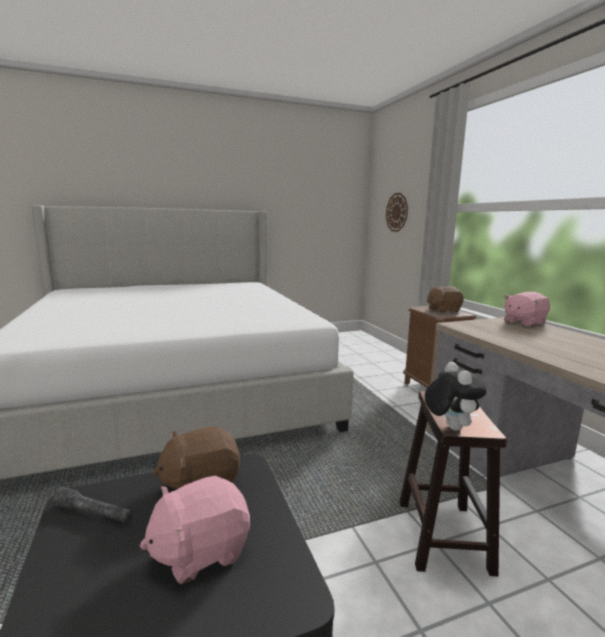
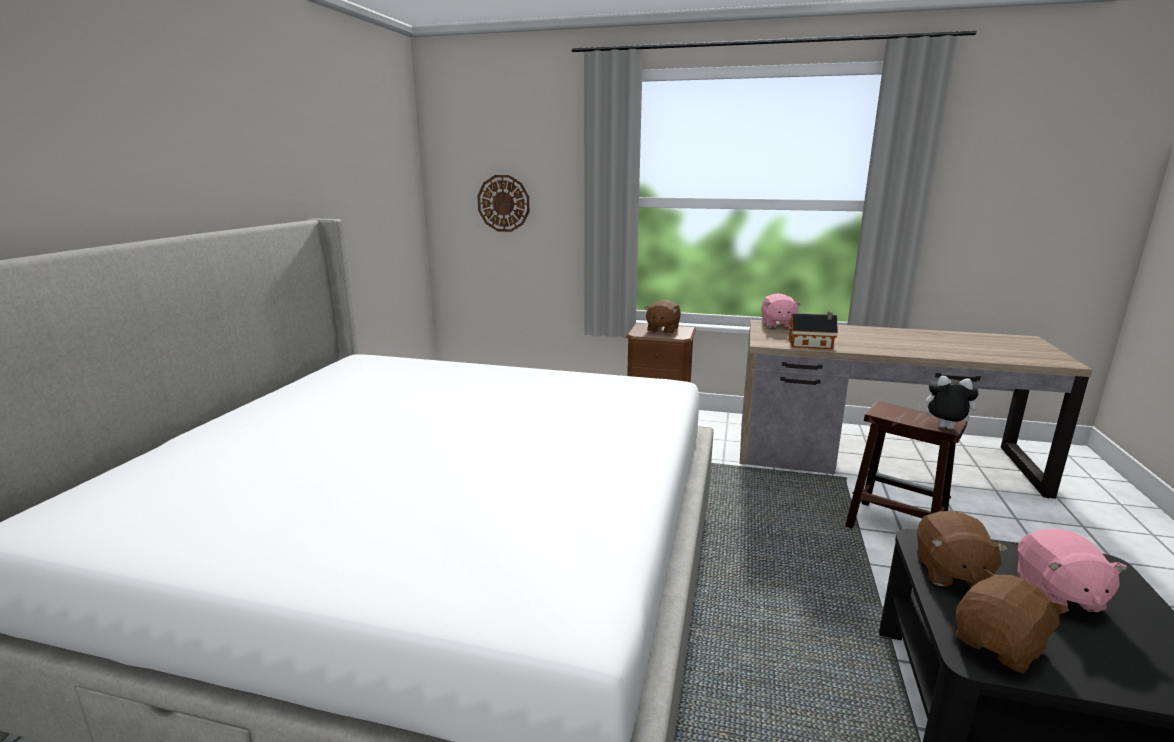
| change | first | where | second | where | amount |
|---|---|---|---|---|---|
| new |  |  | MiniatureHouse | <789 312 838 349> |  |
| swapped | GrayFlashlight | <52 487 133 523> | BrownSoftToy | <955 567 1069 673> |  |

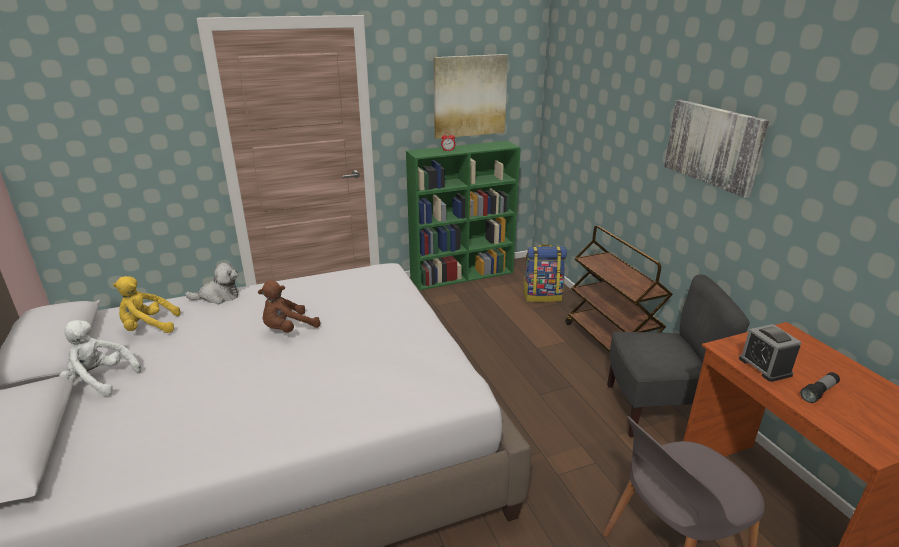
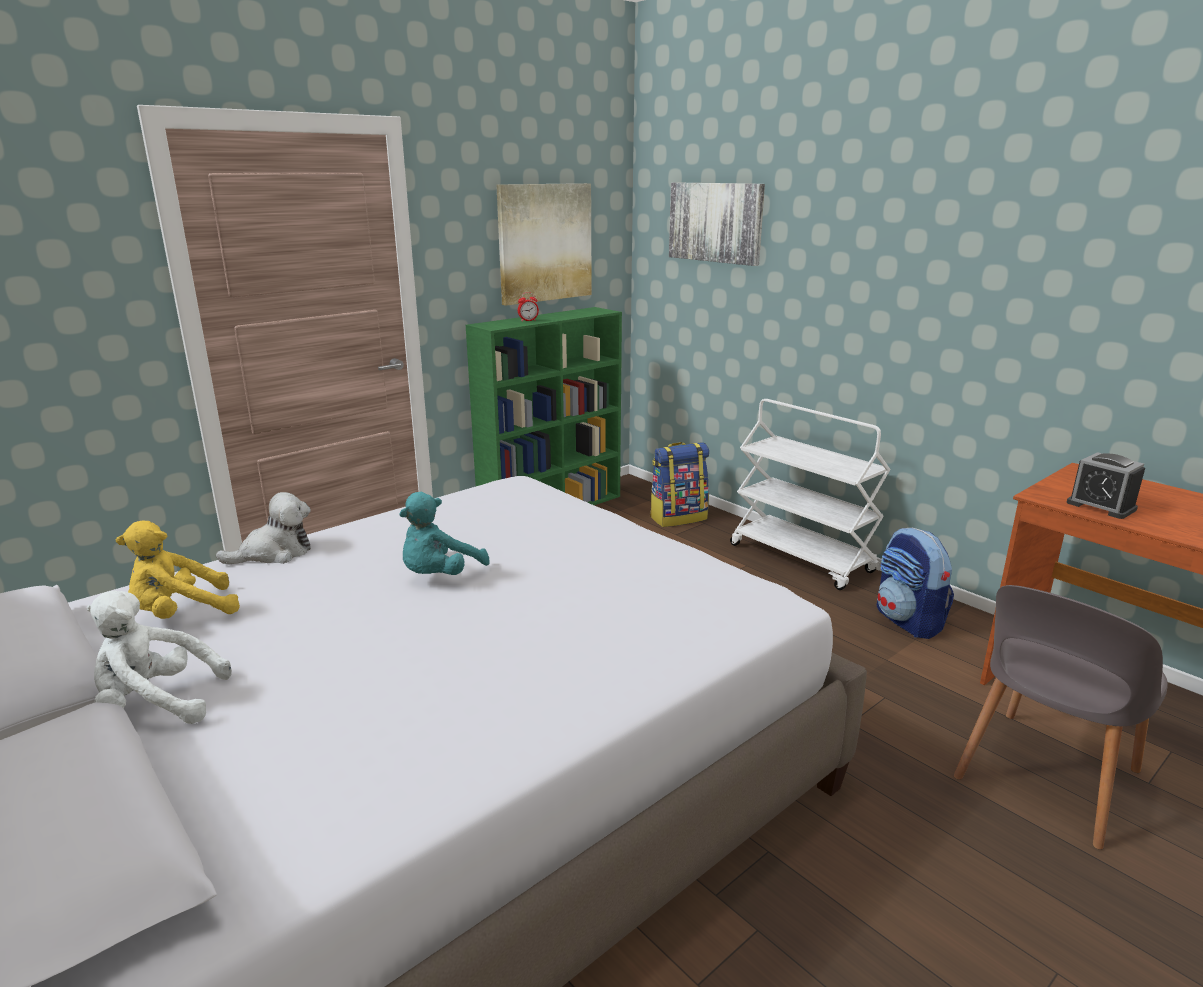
| change | first | where | second | where | amount |
|---|---|---|---|---|---|
| repainted | BrownSoftToy | <258 280 320 333> | TurquoiseColouredSoftToy | <399 492 490 575> |  |
| shifted | WallPicture | <664 100 769 198> |  | <669 182 765 266> |  |
| repainted | BrownCart | <566 226 673 353> | WhitishCart | <730 399 891 590> |  |
| swapped | GrayUprightChair | <607 275 750 438> | Knapsack | <877 528 954 639> |  |
| gone | Flashlight | <800 372 840 403> |  |  |  |

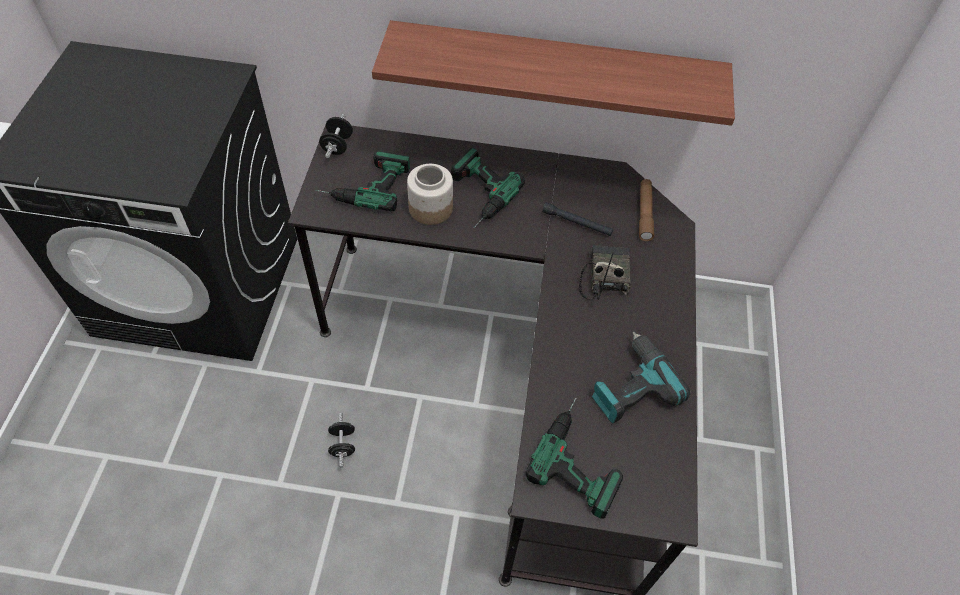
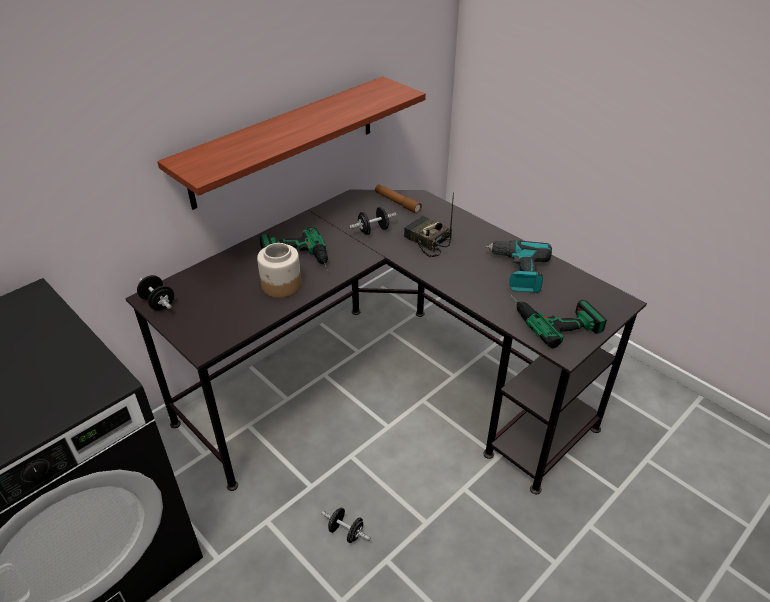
| change | first | where | second | where | amount |
|---|---|---|---|---|---|
| swapped | BlackishFlashlight | <542 202 613 236> | BlackishHandWeight | <349 207 397 235> |  |
| gone | Drill | <315 150 410 211> |  |  |  |

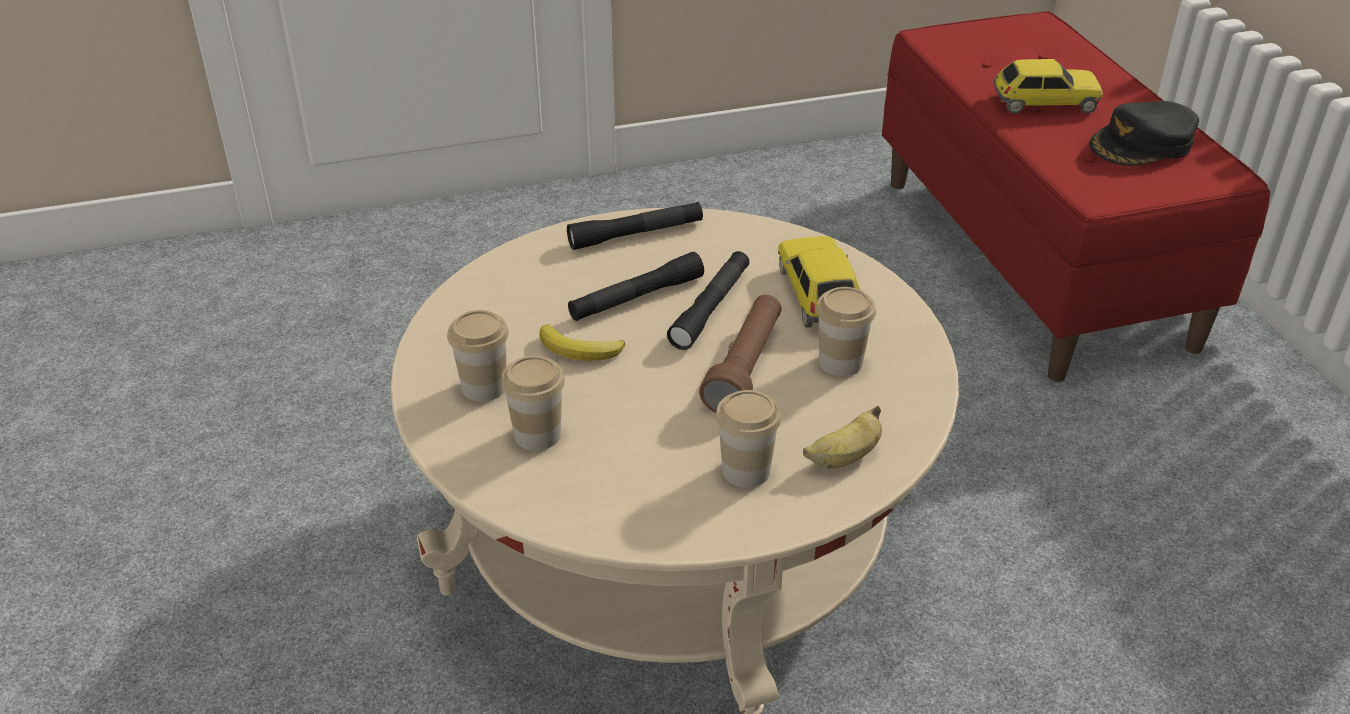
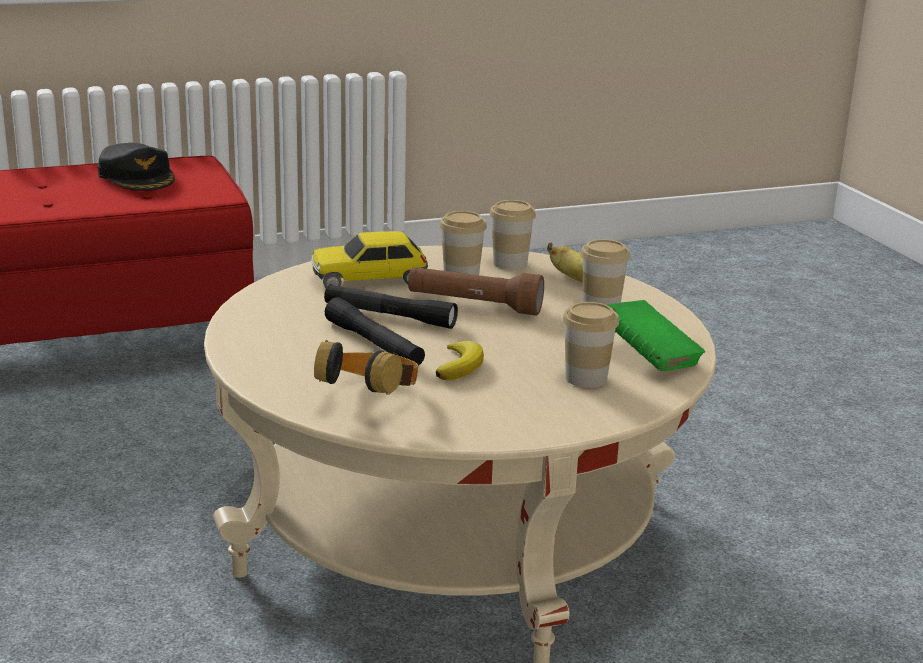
| change | first | where | second | where | amount |
|---|---|---|---|---|---|
| new |  |  | PairOfHeadphones | <314 340 418 395> |  |
| shifted | DrinkingCup | <447 310 509 402> |  | <490 200 536 270> |  |
| new |  |  | GreenishBoundBook | <606 300 705 371> |  |
| gone | BlackishFlashlight | <567 202 703 250> |  |  |  |
| gone | ModelCar | <994 59 1103 114> |  |  |  |

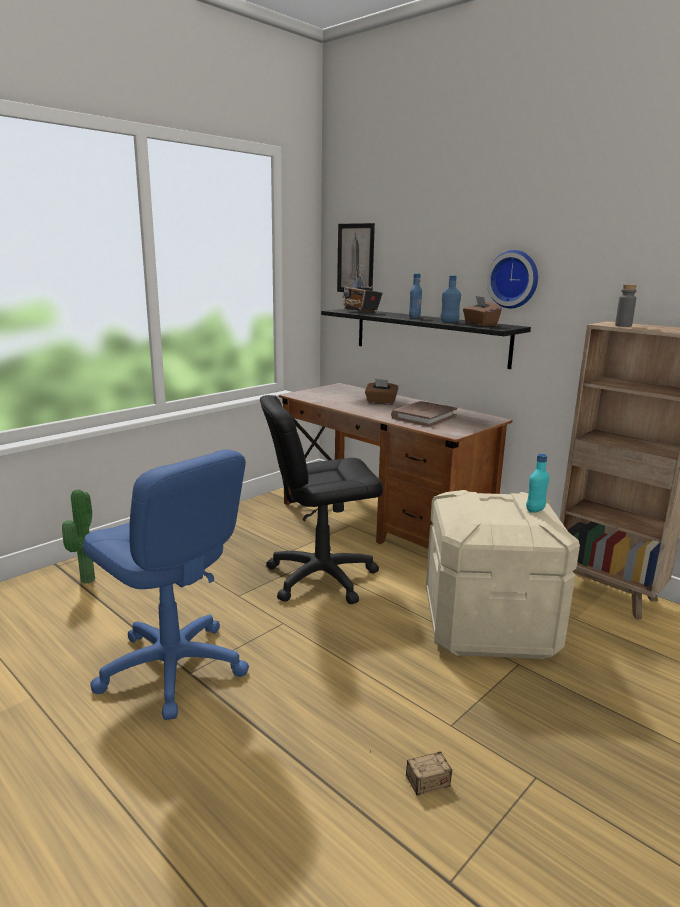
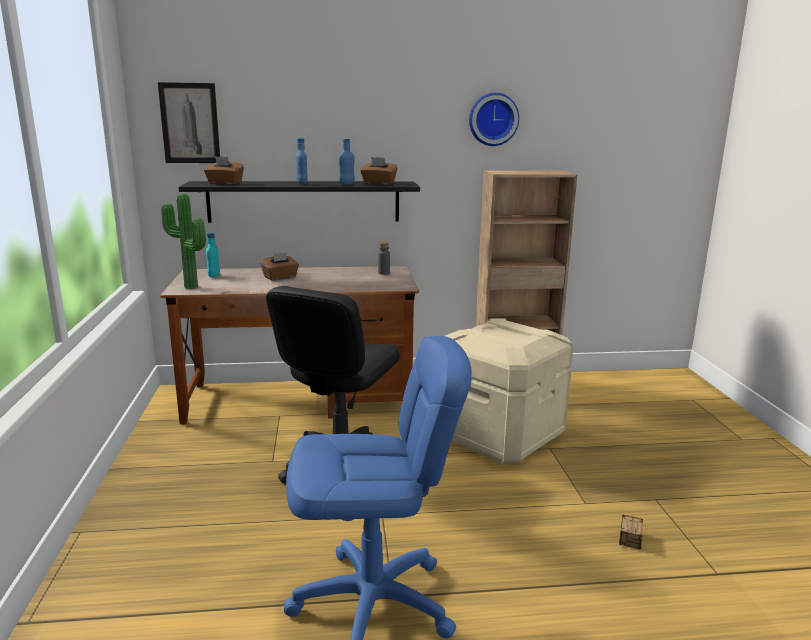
| change | first | where | second | where | amount |
|---|---|---|---|---|---|
| shifted | PottedPlant | <62 490 95 584> |  | <161 193 206 289> |  |
| swapped | Radio | <343 262 383 313> | BrownTissueHolder | <204 156 244 185> |  |
| shifted | TurquoiseColouredBeverageBottle | <526 454 549 513> |  | <206 232 220 278> |  |
| shifted | GrayBeverageBottle | <615 284 637 327> |  | <378 242 390 275> |  |
| shifted | WallClock | <487 250 538 308> |  | <469 93 519 146> |  |
| gone | BrownBoundBook | <391 401 457 427> |  |  |  |

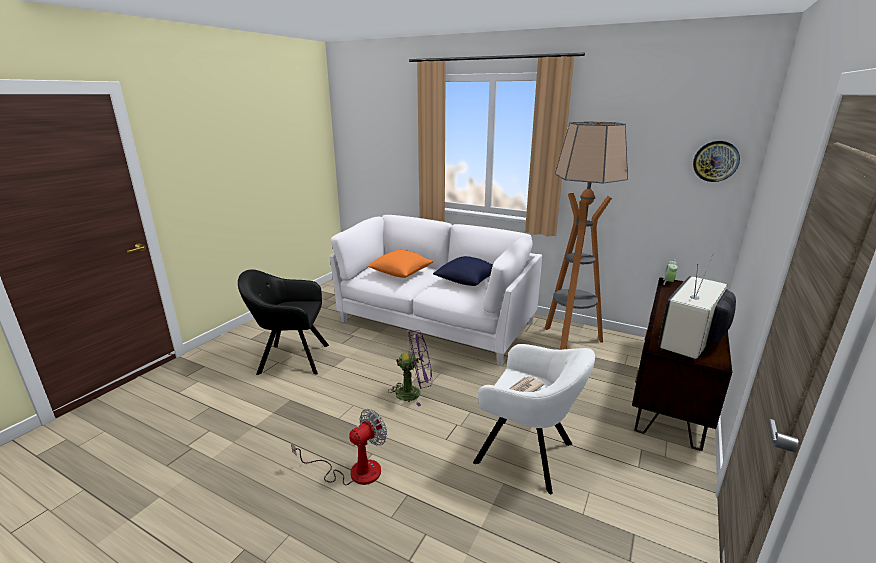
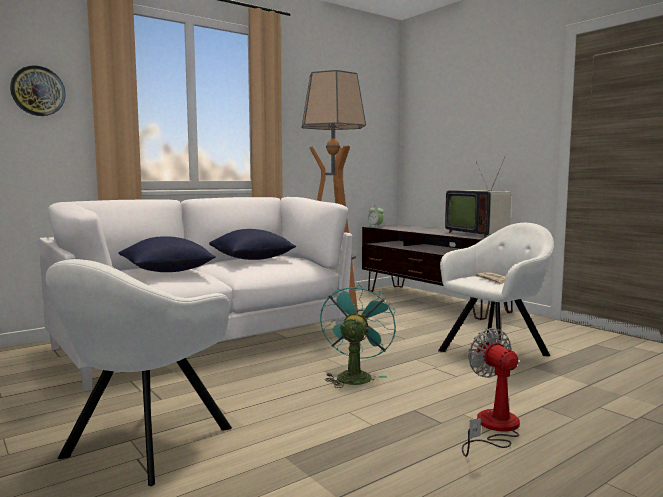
| change | first | where | second | where | amount |
|---|---|---|---|---|---|
| shifted | WallClock | <693 141 740 182> |  | <10 65 66 116> |  |
| repainted | BlackishLoungeChair | <238 269 329 375> | WhitishLoungeChair | <46 259 232 486> |  |
| repainted | OrangeColouredThrowPillow | <367 250 433 278> | BlueThrowPillow | <118 236 216 272> |  |
| repainted | PurpleFan | <388 330 432 407> | TurquoiseColouredFan | <320 283 396 388> |  |

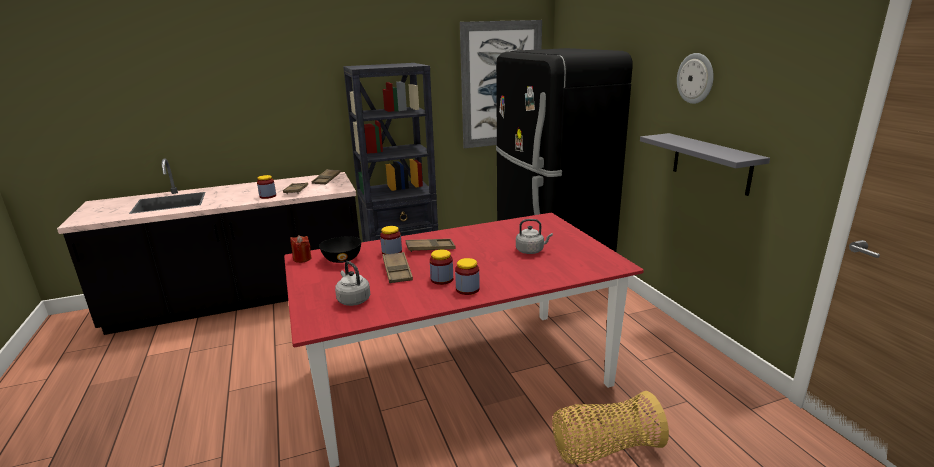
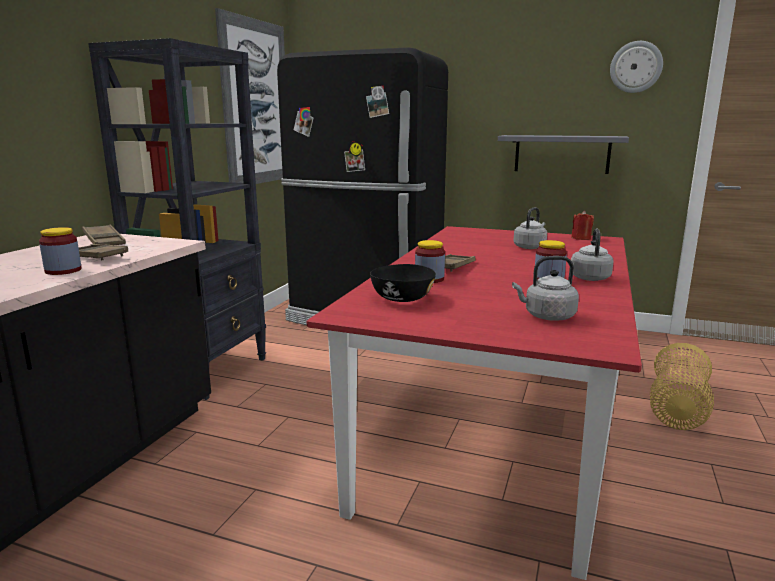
| change | first | where | second | where | amount |
|---|---|---|---|---|---|
| shifted | RedCandle | <290 235 312 263> |  | <571 211 594 240> |  |
| swapped | PreserveJar | <455 258 480 295> | GrayWaterKettle | <571 228 614 281> |  |
| shifted | WallClock | <677 53 714 104> |  | <610 41 663 93> |  |
| gone | BrownTray | <383 252 413 283> |  |  |  |

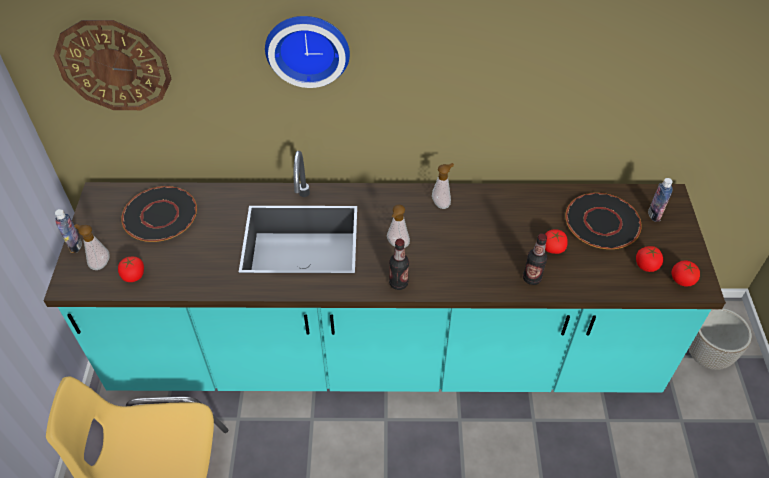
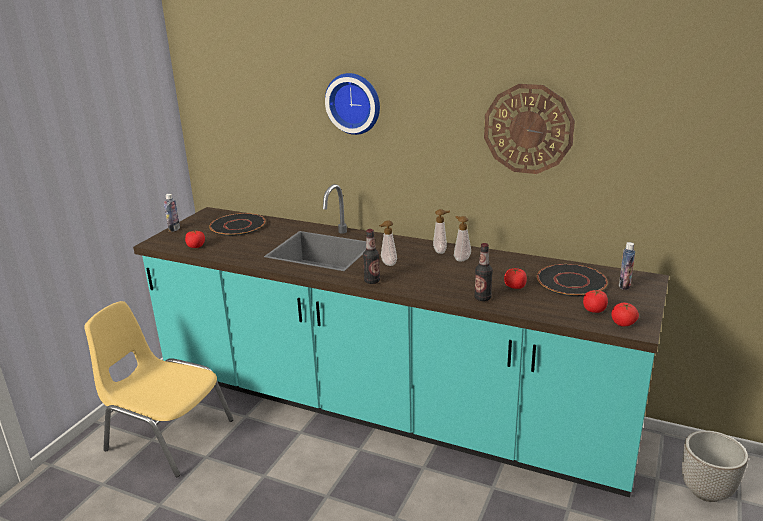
| change | first | where | second | where | amount |
|---|---|---|---|---|---|
| shifted | SoapBottle | <74 224 109 270> |  | <454 216 471 262> |  |
| shifted | WallClock | <54 20 171 110> |  | <484 84 575 174> |  |

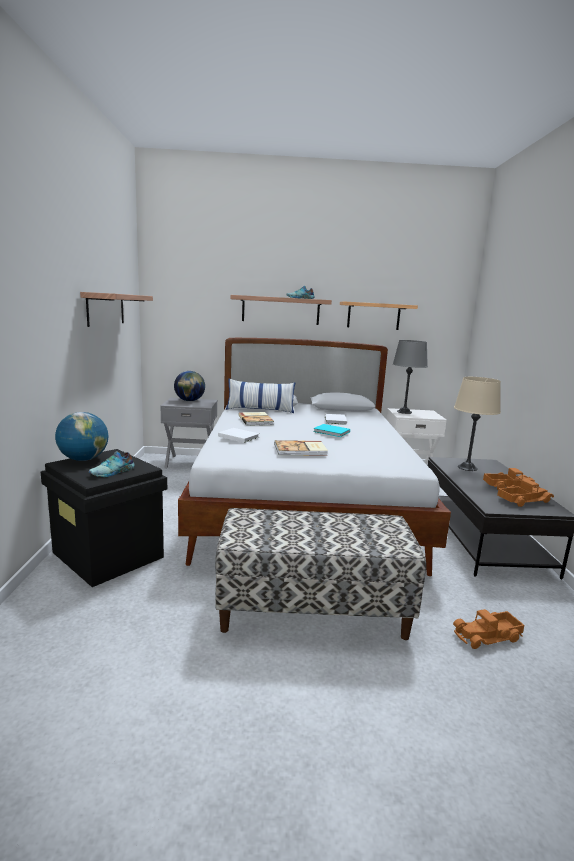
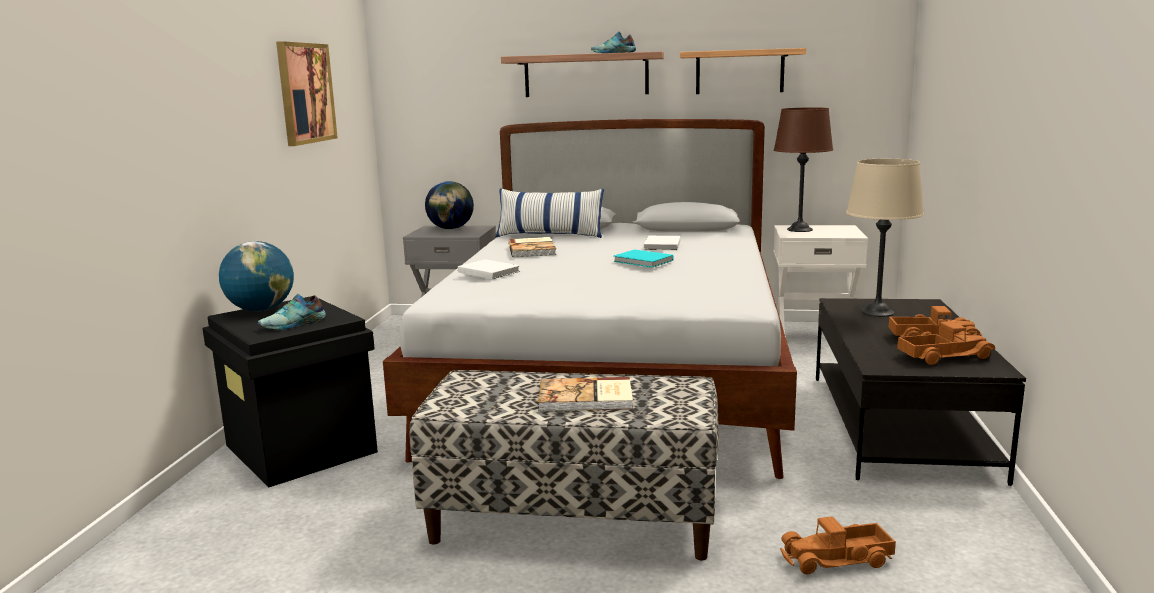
| change | first | where | second | where | amount |
|---|---|---|---|---|---|
| swapped | BracketShelf | <80 292 153 327> | WallPicture | <276 41 338 146> |  |
| shifted | BoundBook | <275 440 328 455> |  | <538 377 633 411> |  |
| repainted | GrayTabletopLamp | <393 340 428 414> | BrownTabletopLamp | <774 107 833 232> |  |

